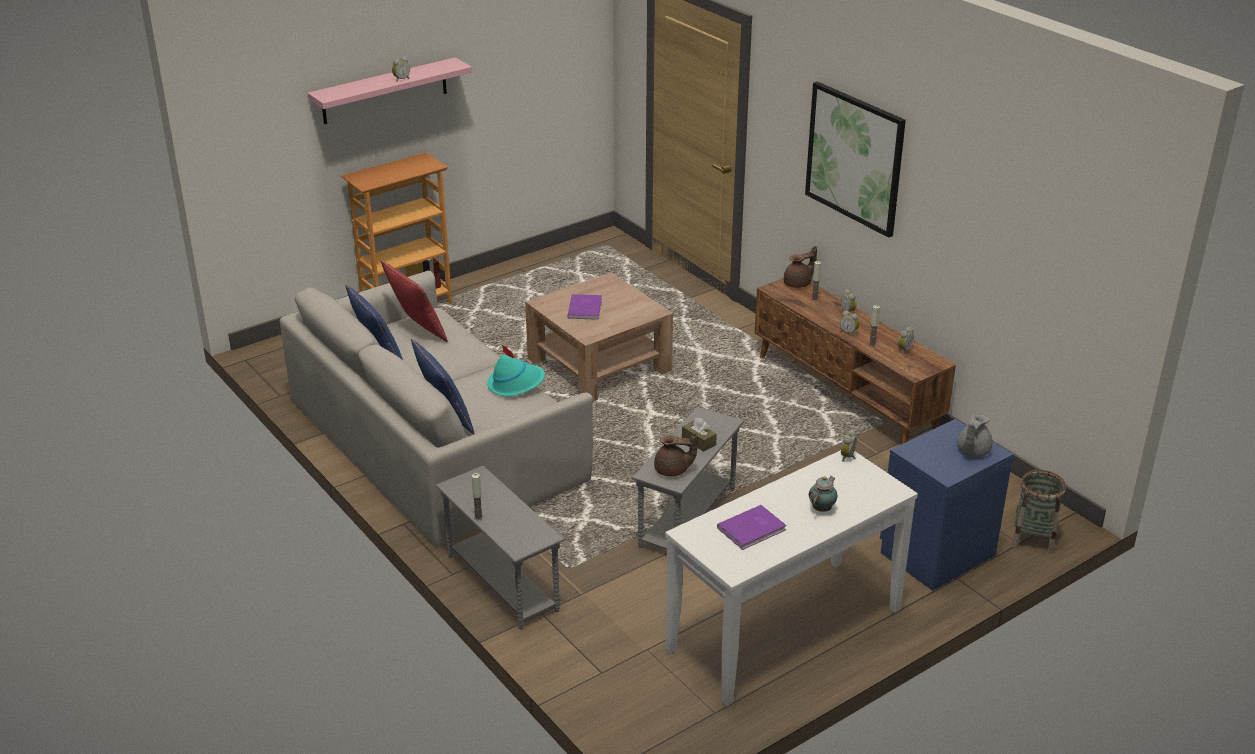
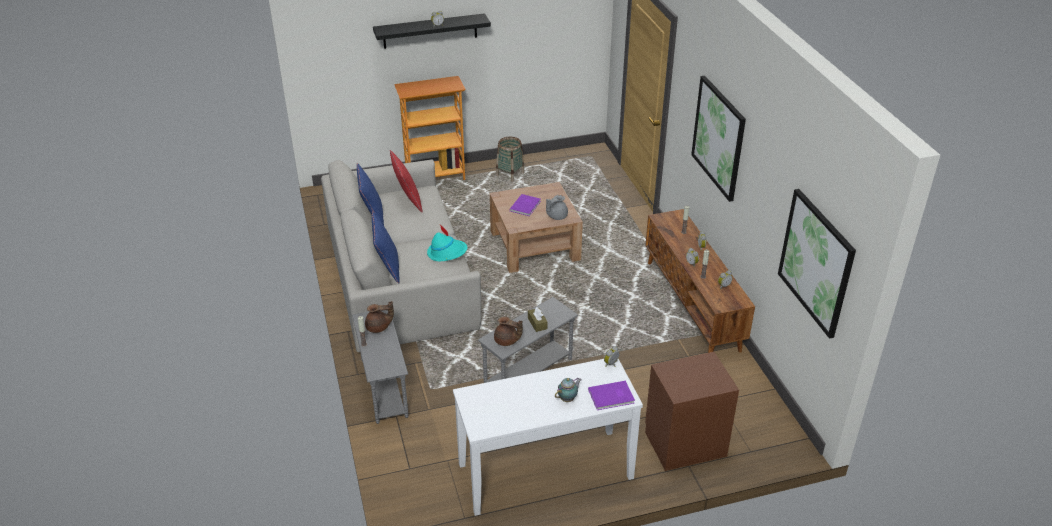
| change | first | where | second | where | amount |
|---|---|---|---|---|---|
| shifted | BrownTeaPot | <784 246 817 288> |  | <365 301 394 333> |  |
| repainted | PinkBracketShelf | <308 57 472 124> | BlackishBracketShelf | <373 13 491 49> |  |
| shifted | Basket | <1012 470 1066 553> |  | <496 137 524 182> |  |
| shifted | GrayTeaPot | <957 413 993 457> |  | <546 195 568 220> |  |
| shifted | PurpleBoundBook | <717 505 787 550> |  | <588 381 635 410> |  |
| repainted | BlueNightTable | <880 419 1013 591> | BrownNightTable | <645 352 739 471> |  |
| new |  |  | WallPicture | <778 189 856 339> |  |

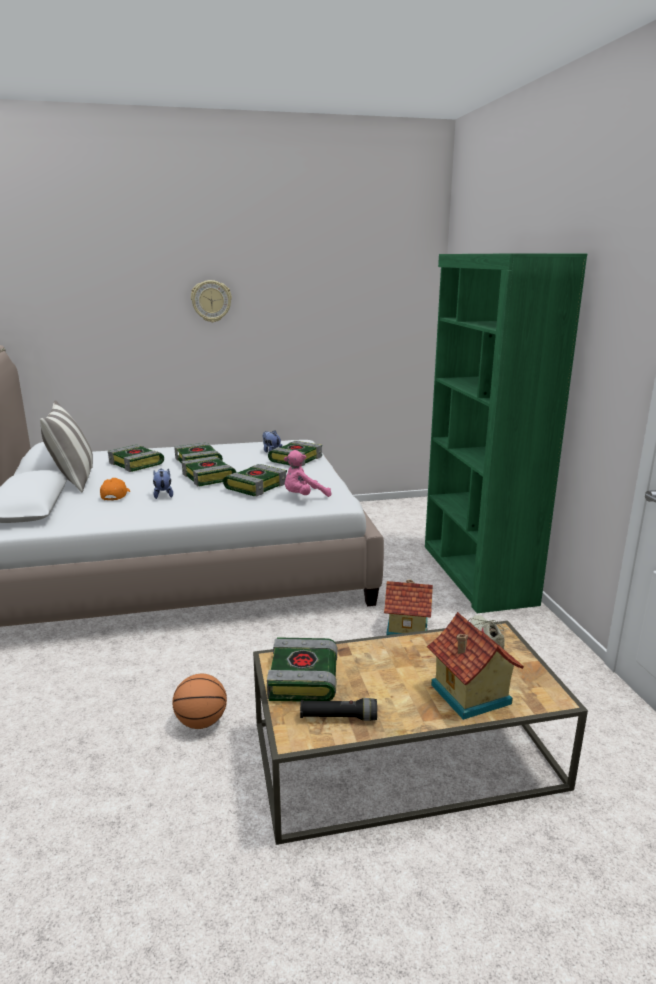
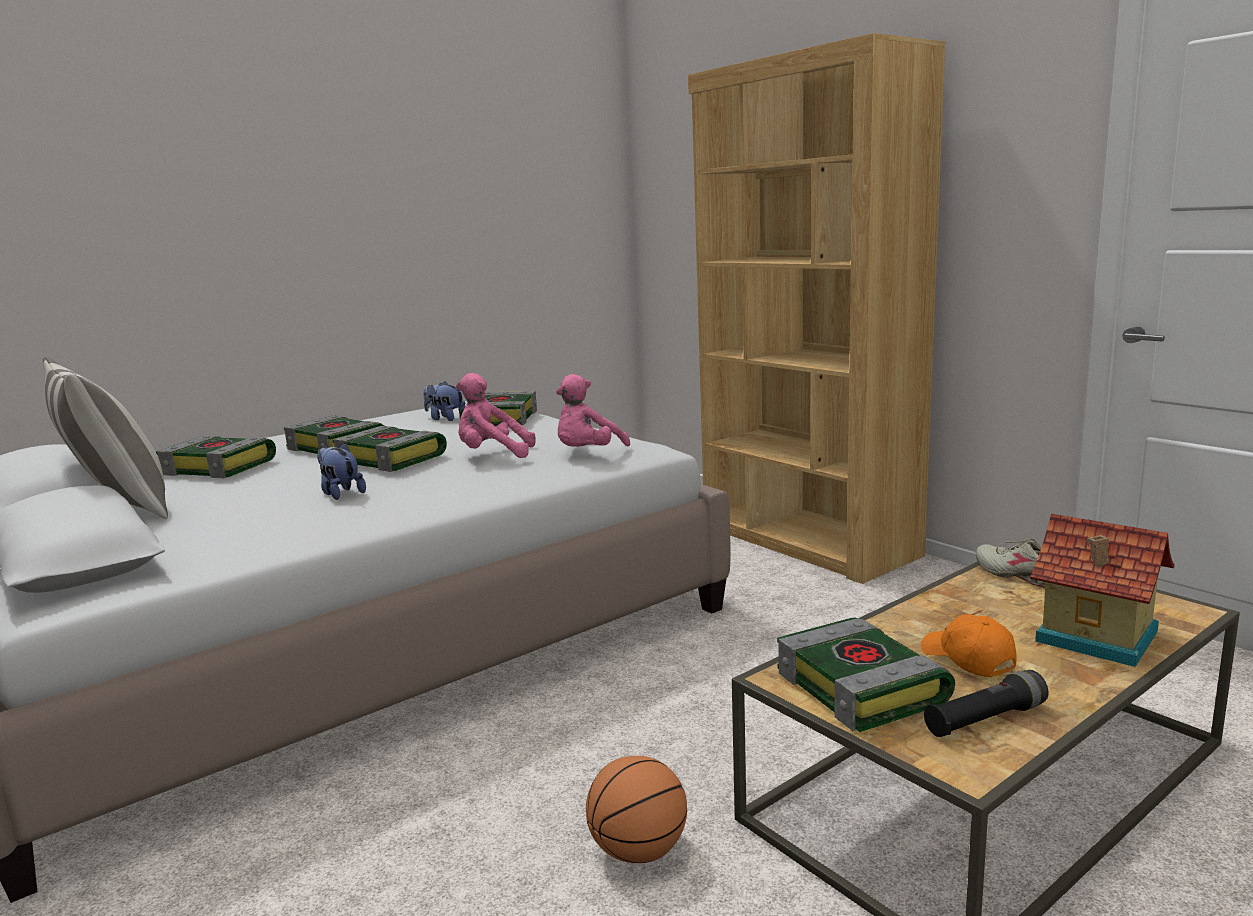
| change | first | where | second | where | amount |
|---|---|---|---|---|---|
| swapped | BoundBook | <223 464 287 496> | PinkSoftToy | <456 373 536 458> |  |
| repainted | GreenishShelvingUnit | <425 253 587 613> | BrownShelvingUnit | <688 33 946 584> |  |
| shifted | OrangeColouredPeakedCap | <100 478 130 501> |  | <921 614 1017 677> |  |
| gone | WallClock | <191 280 232 322> |  |  |  |
| gone | MiniatureHouse | <384 579 433 635> |  |  |  |

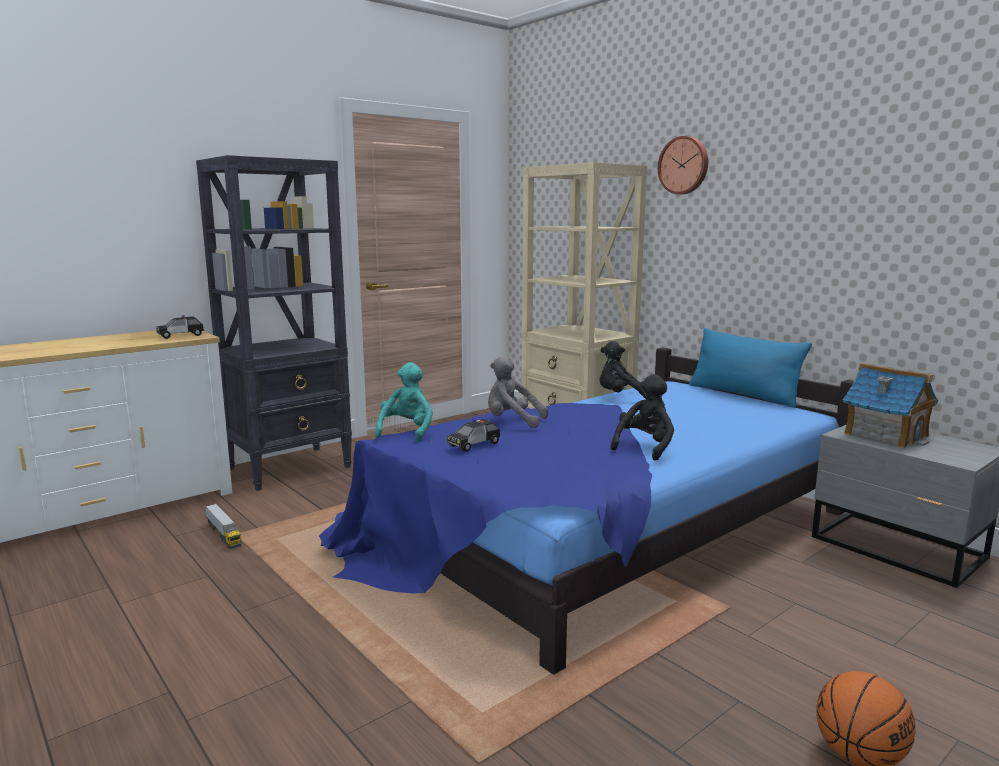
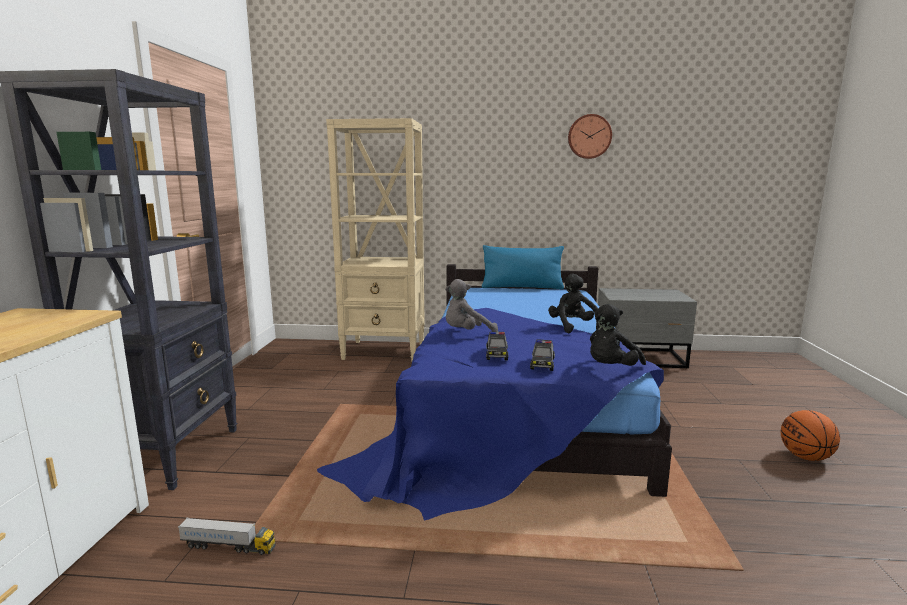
| change | first | where | second | where | amount |
|---|---|---|---|---|---|
| shifted | ModelCar | <156 315 205 339> |  | <530 339 555 371> |  |
| shifted | WallClock | <658 136 708 194> |  | <568 114 612 159> |  |
| shifted | BlackishSoftToy | <599 341 647 399> |  | <590 304 646 366> |  |
| gone | TurquoiseColouredSoftToy | <375 362 433 442> |  |  |  |
| gone | MiniatureHouse | <843 363 938 448> |  |  |  |

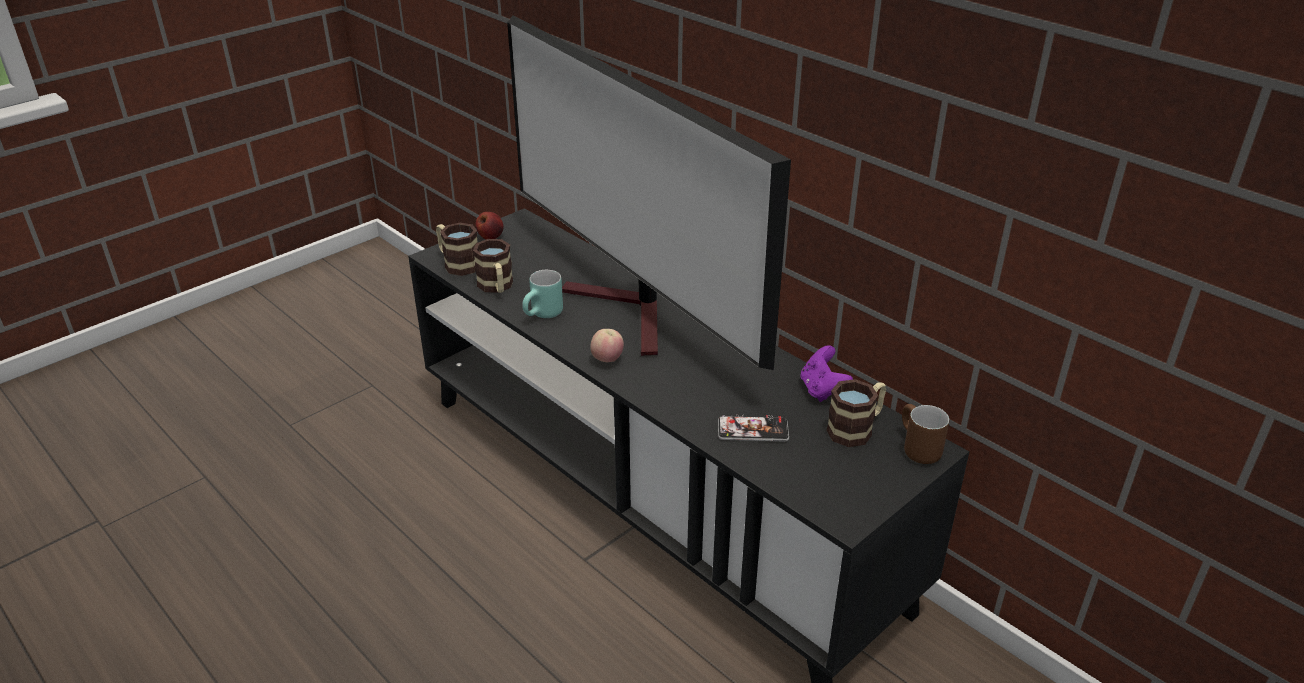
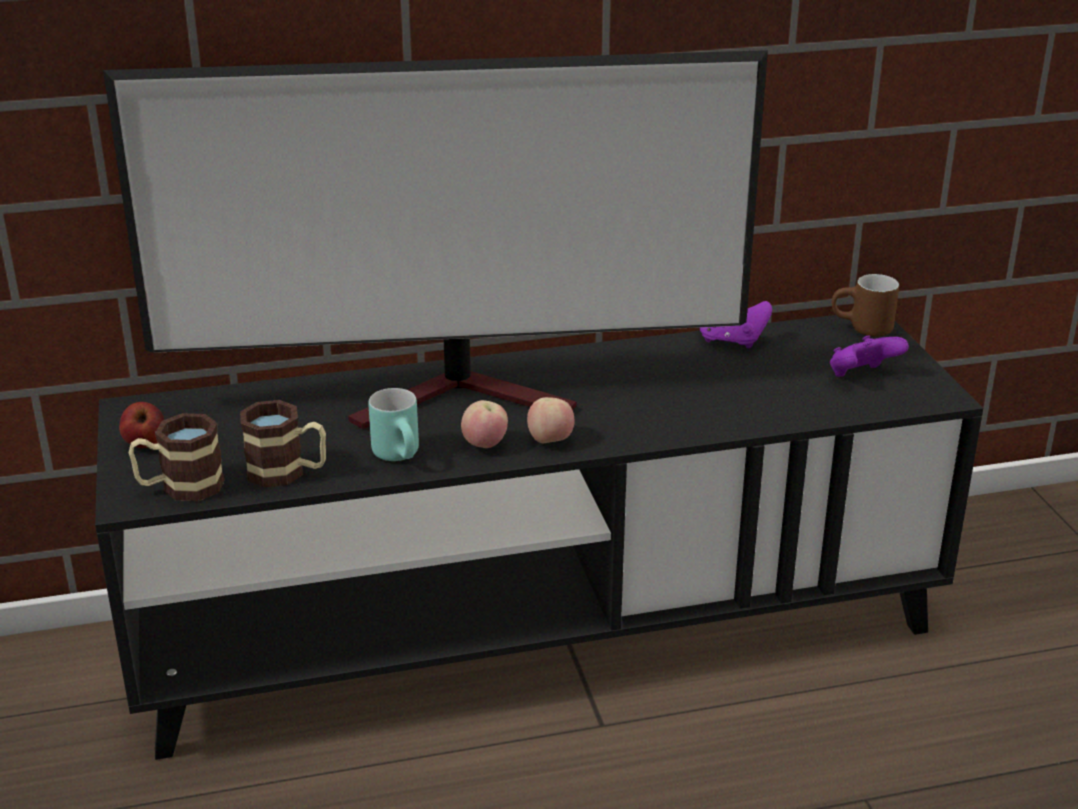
| change | first | where | second | where | amount |
|---|---|---|---|---|---|
| new |  |  | WholeApple | <461 400 508 448> |  |
| new |  |  | PurpleJoypad | <830 335 909 377> |  |
| gone | Telephone | <718 415 789 442> |  |  |  |
| gone | CoffeeMug | <827 379 886 447> |  |  |  |

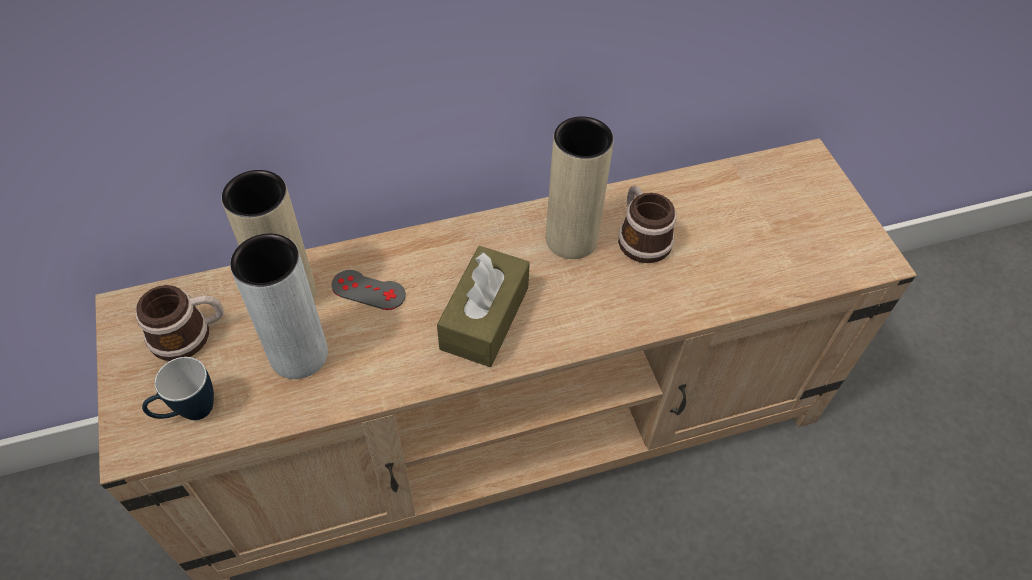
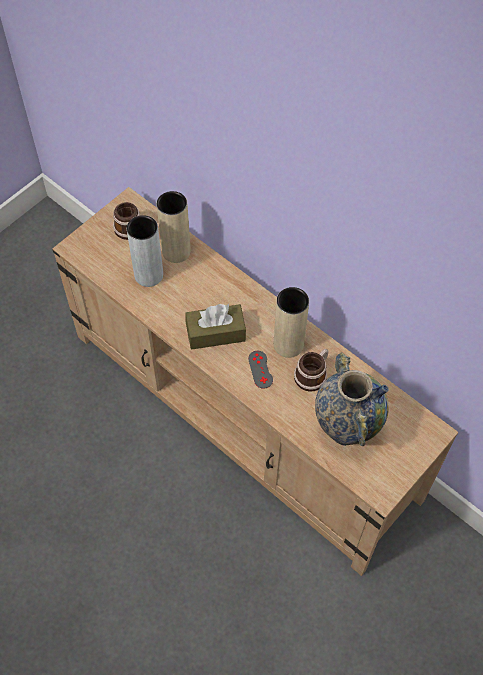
| change | first | where | second | where | amount |
|---|---|---|---|---|---|
| shifted | GrayJoypad | <331 270 406 310> |  | <248 351 273 389> |  |
| new |  |  | Vase | <315 352 389 446> |  |
| gone | CoffeeMug | <142 357 214 420> |  |  |  |

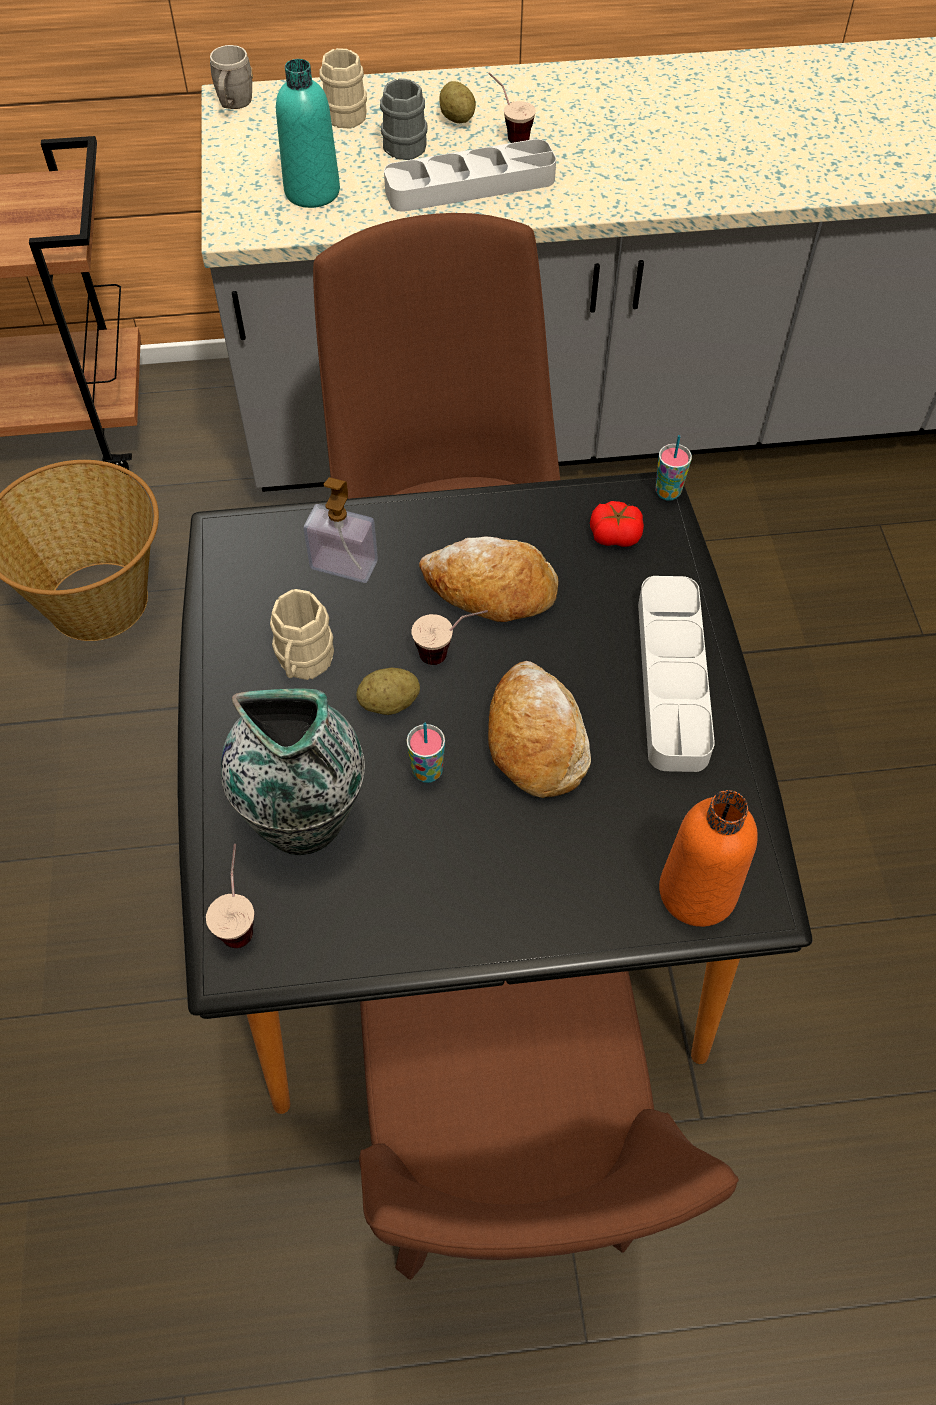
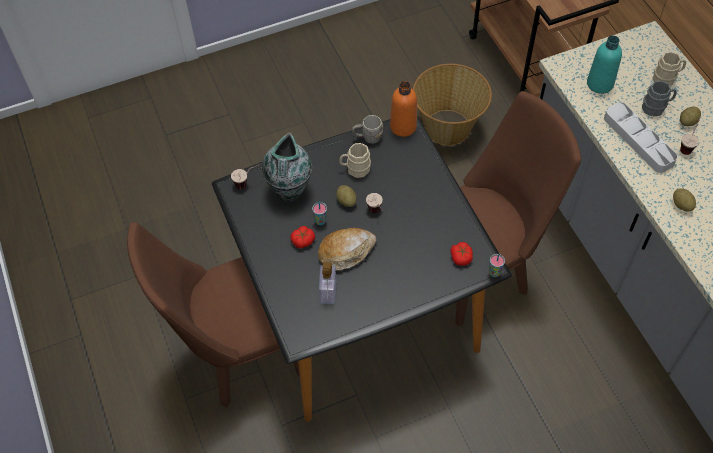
| change | first | where | second | where | amount |
|---|---|---|---|---|---|
| new |  |  | FreshTomato | <290 226 315 248> |  |
| shifted | SoapBottle | <304 477 378 583> |  | <319 261 336 304> |  |
| shifted | GrayCoffeeMug | <210 45 253 109> |  | <352 115 383 144> |  |
| shifted | OrangeColouredBeverageBottle | <659 790 758 927> |  | <390 81 417 137> |  |
| new |  |  | WholePotato | <673 188 696 211> |  |
| gone | BakedBread | <419 537 558 622> |  |  |  |
| gone | GrayTray | <638 576 715 772> |  |  |  |

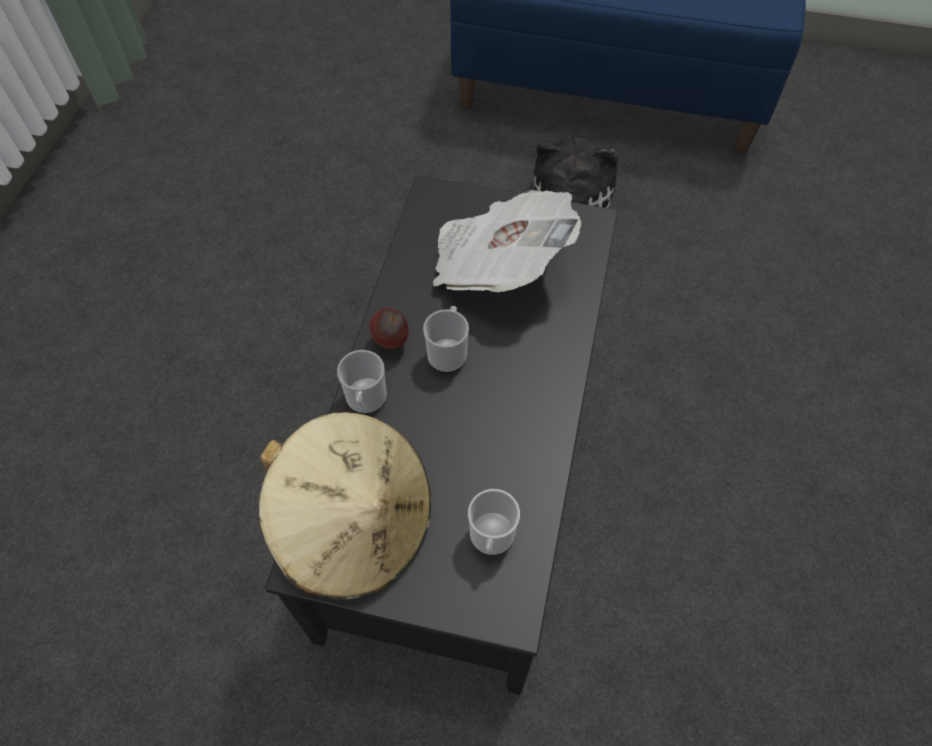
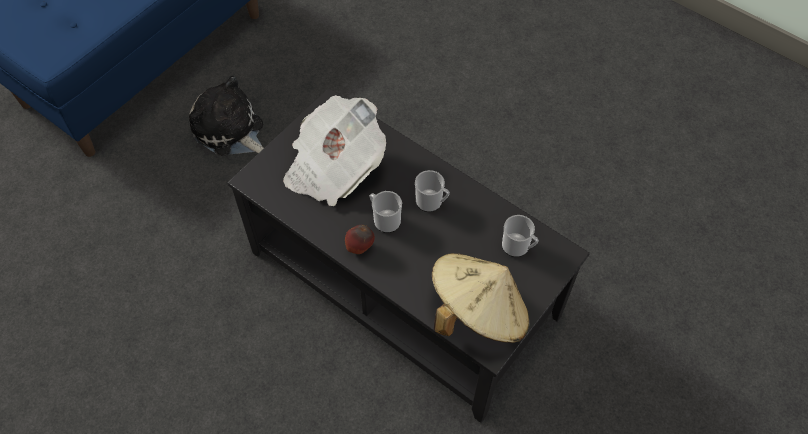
| change | first | where | second | where | amount |
|---|---|---|---|---|---|
| shifted | CoffeeMug | <337 350 387 414> |  | <415 170 450 212> |  |

